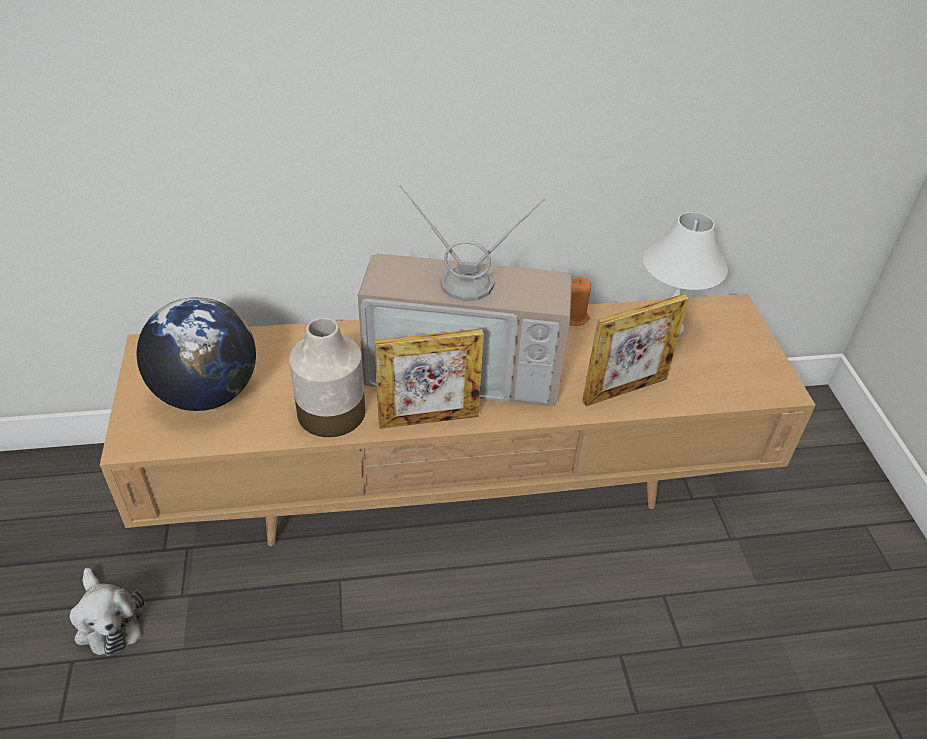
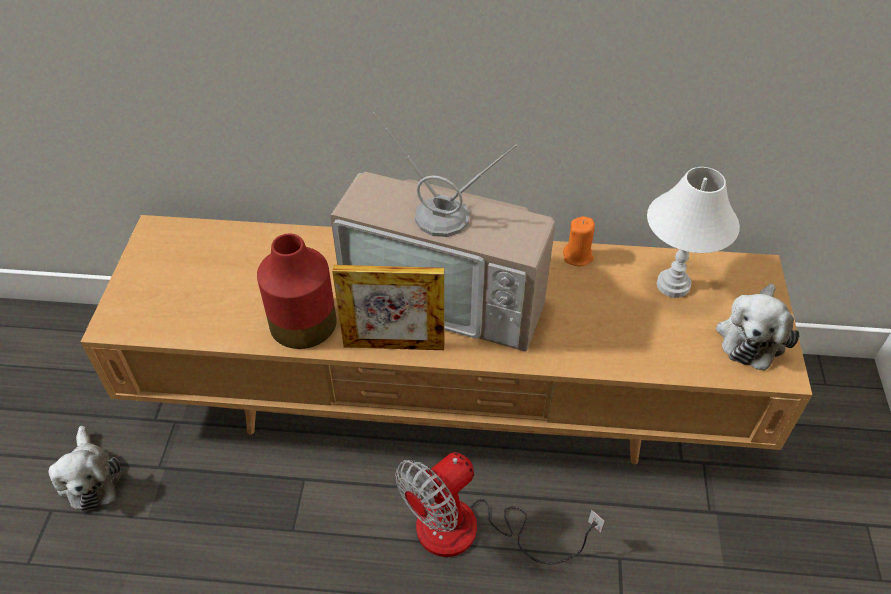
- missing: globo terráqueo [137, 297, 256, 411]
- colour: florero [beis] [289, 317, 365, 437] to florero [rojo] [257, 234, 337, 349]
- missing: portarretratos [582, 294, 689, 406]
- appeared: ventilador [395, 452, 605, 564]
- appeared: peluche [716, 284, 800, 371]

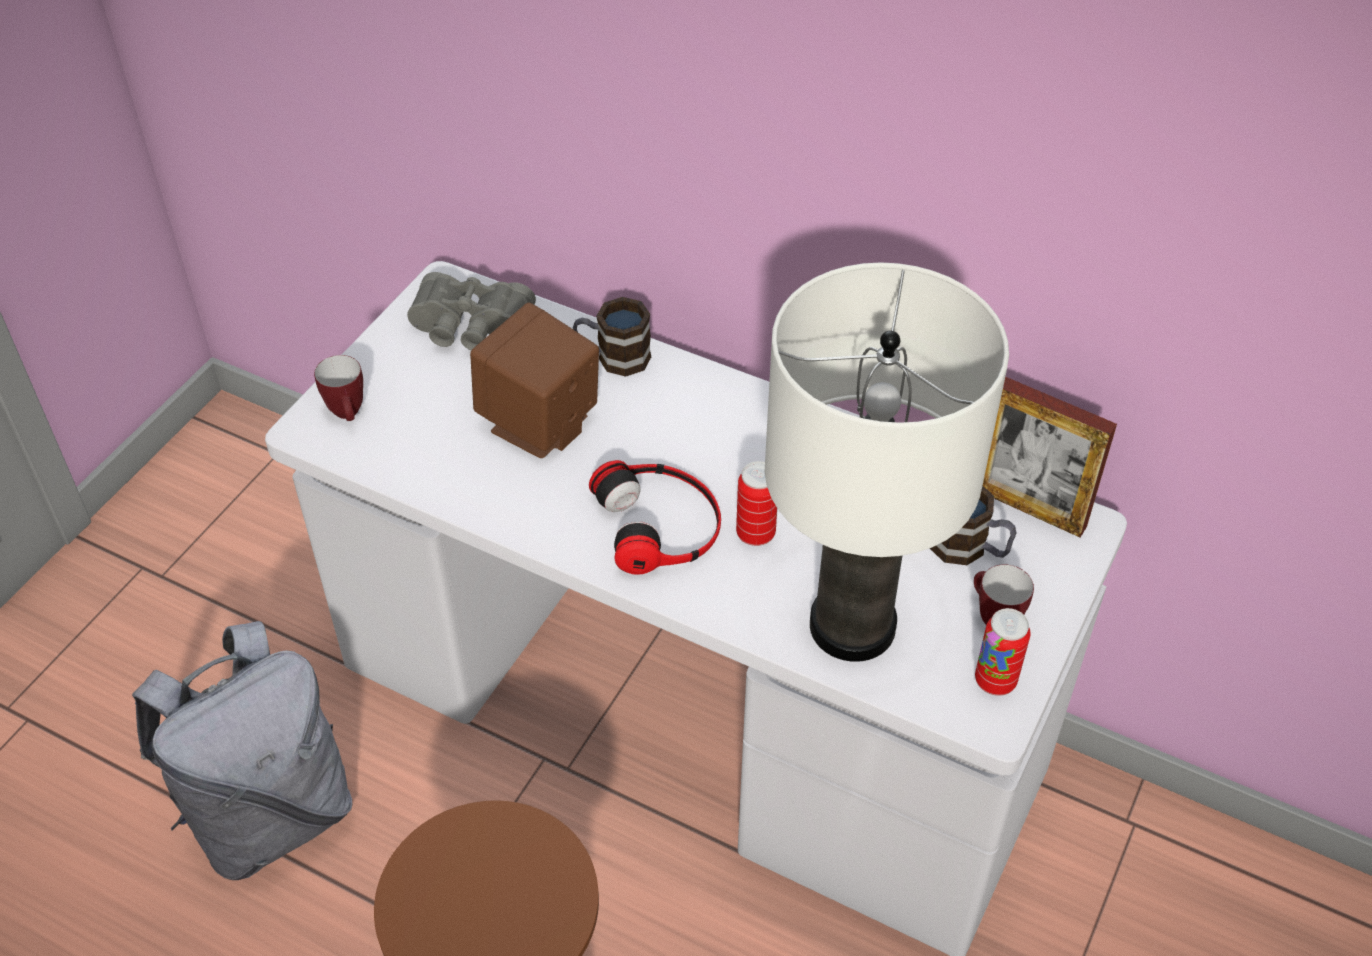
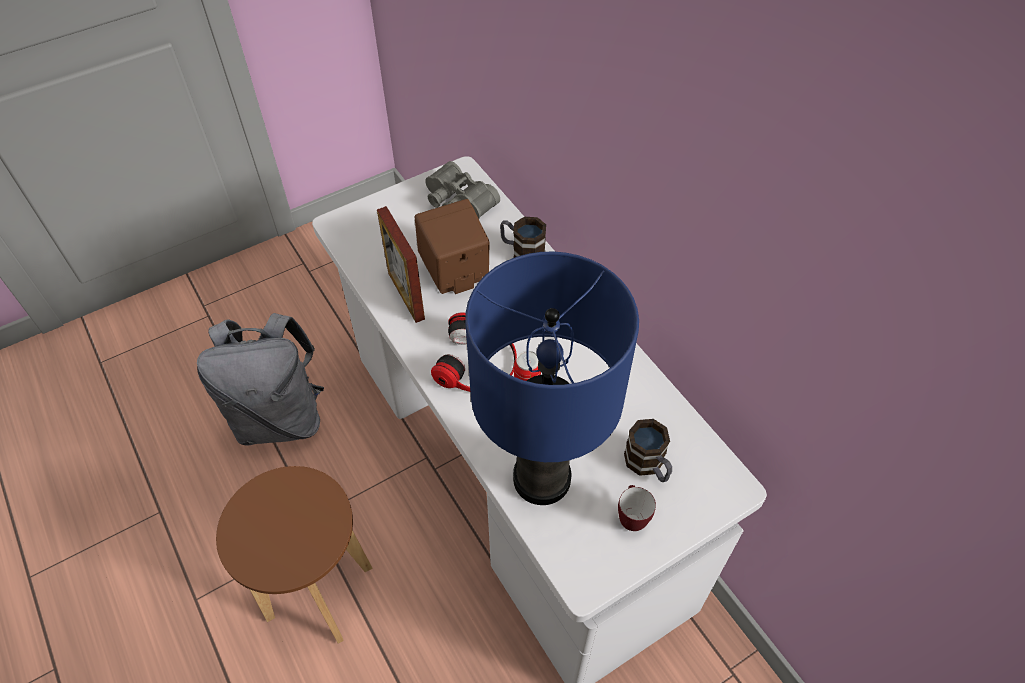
- missing: taza grande [314, 355, 363, 421]
- colour: lámpara de mesa [blanco] [764, 262, 1009, 662] to lámpara de mesa [azul] [465, 252, 639, 505]
- missing: lata [975, 608, 1030, 696]
- relocated: portarretratos [983, 377, 1117, 537] to [377, 206, 425, 323]

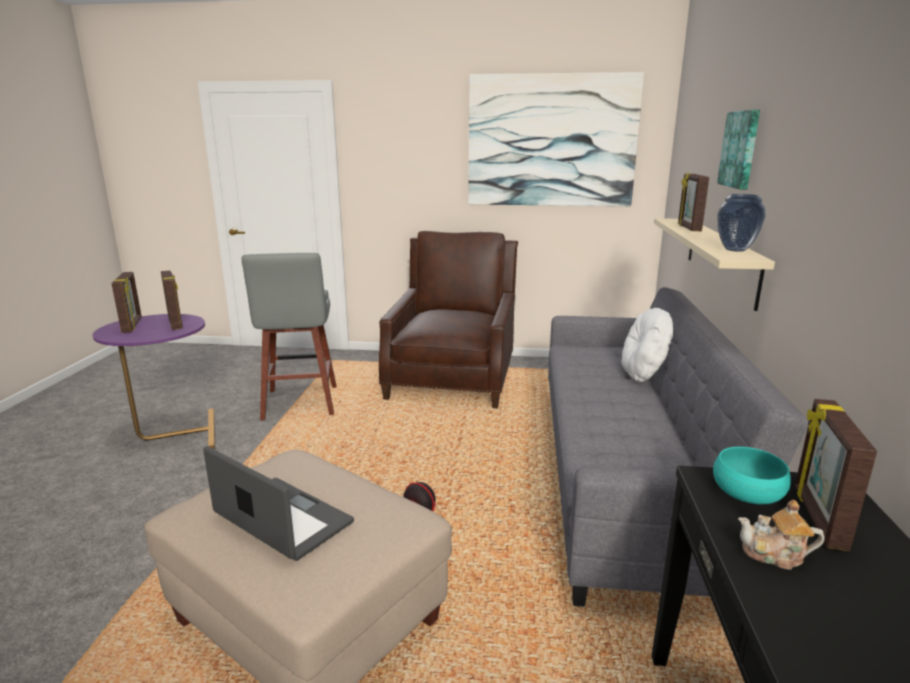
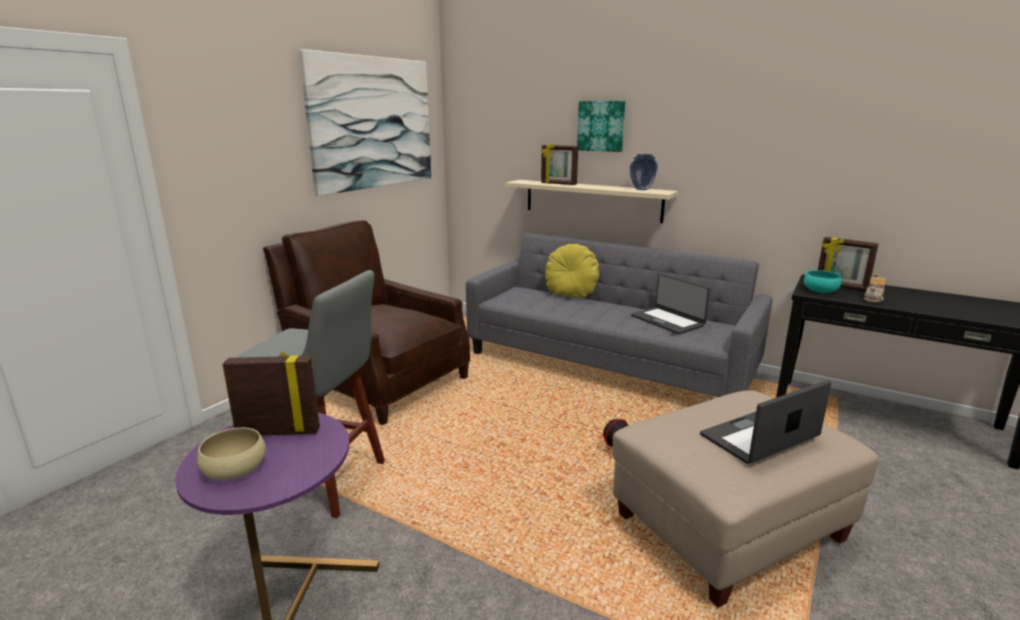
- exchanged: portarretratos [111, 272, 142, 333] to cuenco [beis] [197, 428, 266, 480]
- colour: cojín [blanco] [621, 308, 673, 382] to cojín [amarillo] [545, 244, 599, 298]
- appeared: portátil [631, 274, 710, 334]

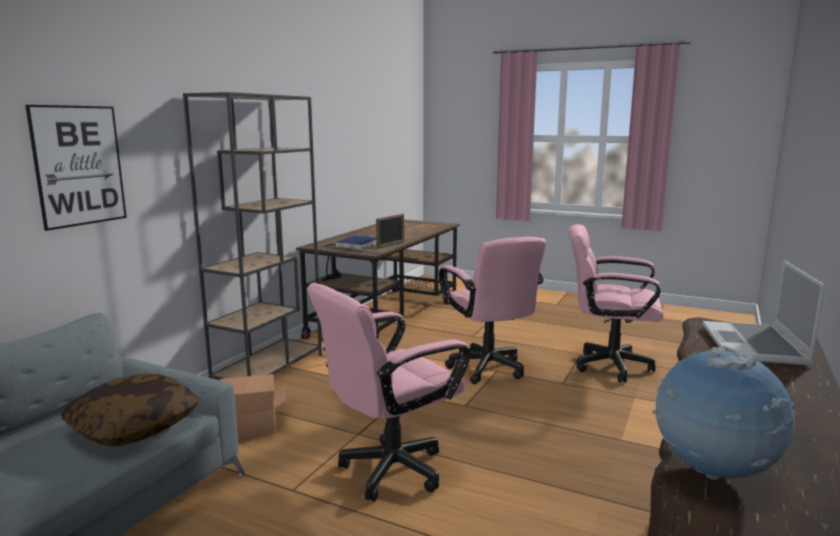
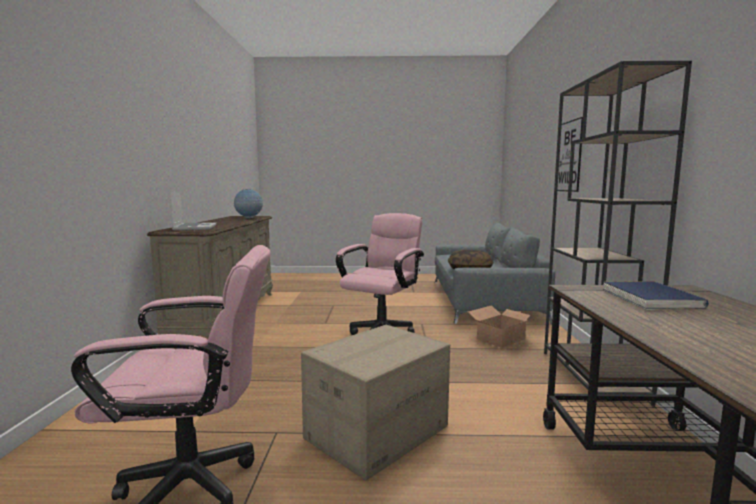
- missing: portarretratos [376, 214, 404, 249]
- exchanged: silla de oficina [rosa] [439, 237, 546, 384] to caja de cartón [301, 325, 450, 481]

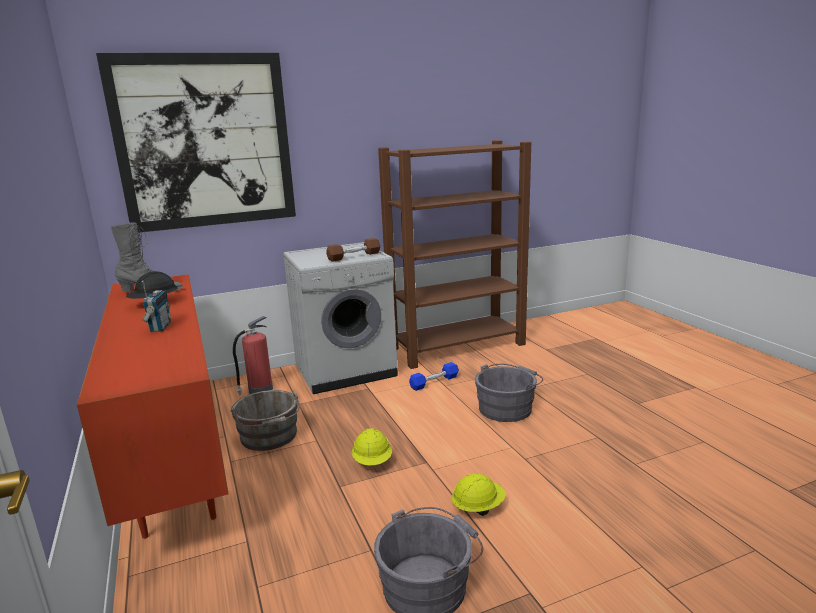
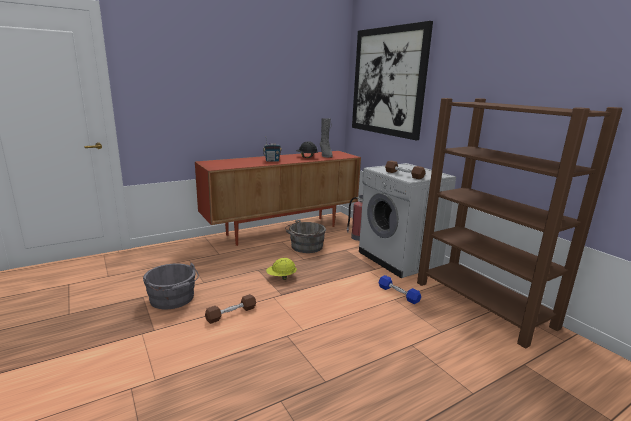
- exchanged: casco [amarillo] [451, 473, 506, 516] to mancuerna [marrón] [205, 294, 256, 324]
- missing: cubo [gris] [475, 364, 543, 422]

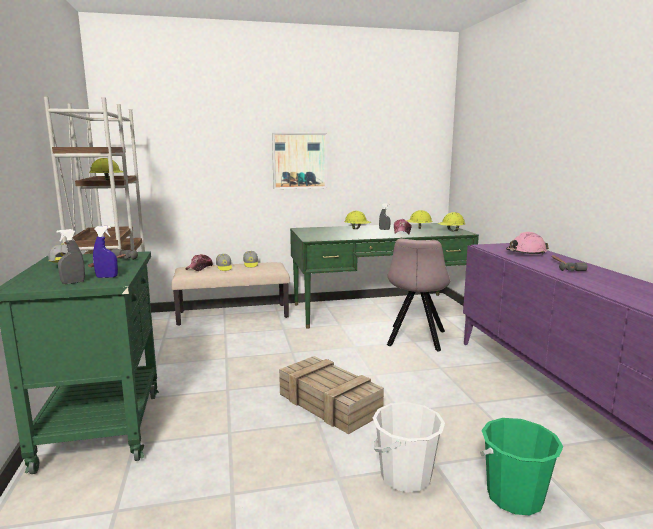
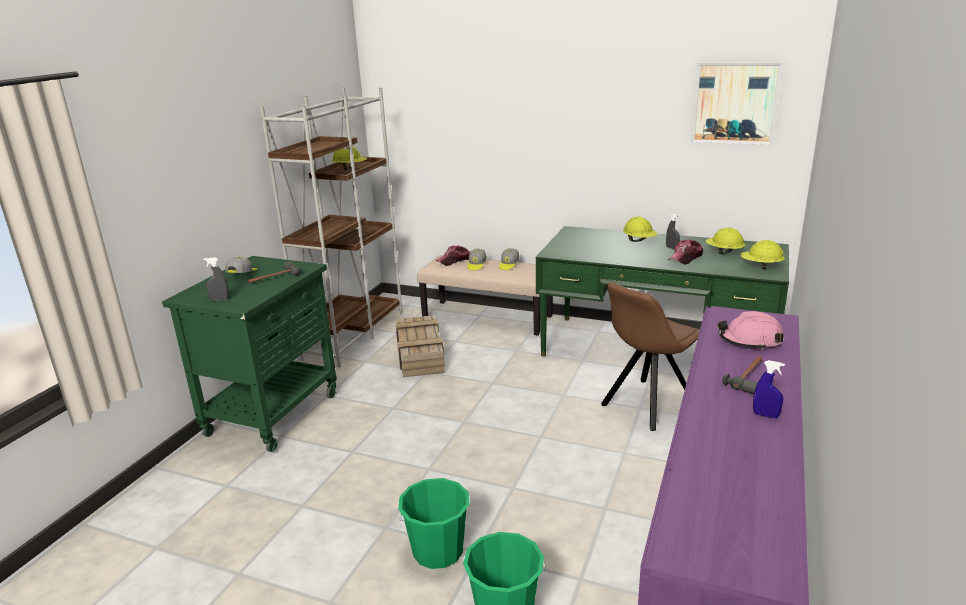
- relocated: pulverizador [azul] [93, 226, 118, 278] to [753, 360, 785, 418]
- relocated: cuadro [272, 133, 327, 189] to [691, 62, 783, 145]
- relocated: caja de embalaje [279, 356, 384, 434] to [396, 315, 445, 377]
- colour: cubo [blanco] [373, 402, 445, 493] to cubo [verde] [398, 478, 470, 569]
- colour: silla [rosa] [387, 239, 450, 352] to silla [marrón] [601, 282, 700, 431]

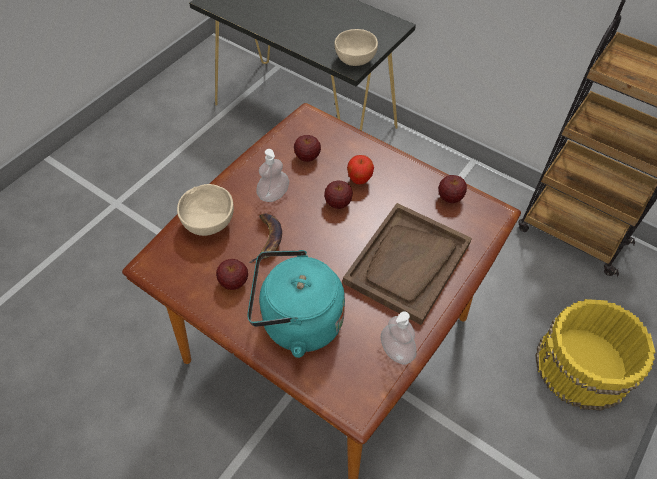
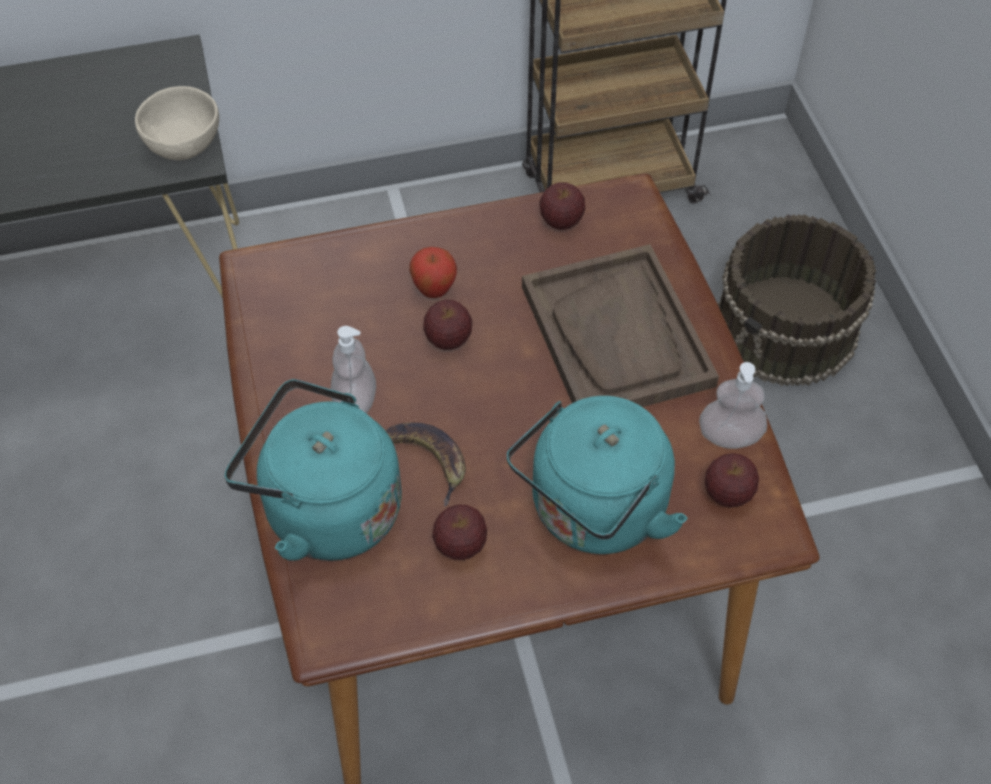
- exchanged: cuenco [beis] [177, 184, 234, 236] to hervidor [turquesa] [224, 379, 402, 561]
- relocated: manzana [294, 135, 321, 162] to [705, 453, 759, 507]
- colour: cubo [amarillo] [535, 299, 655, 410] to cubo [marrón] [717, 214, 876, 386]

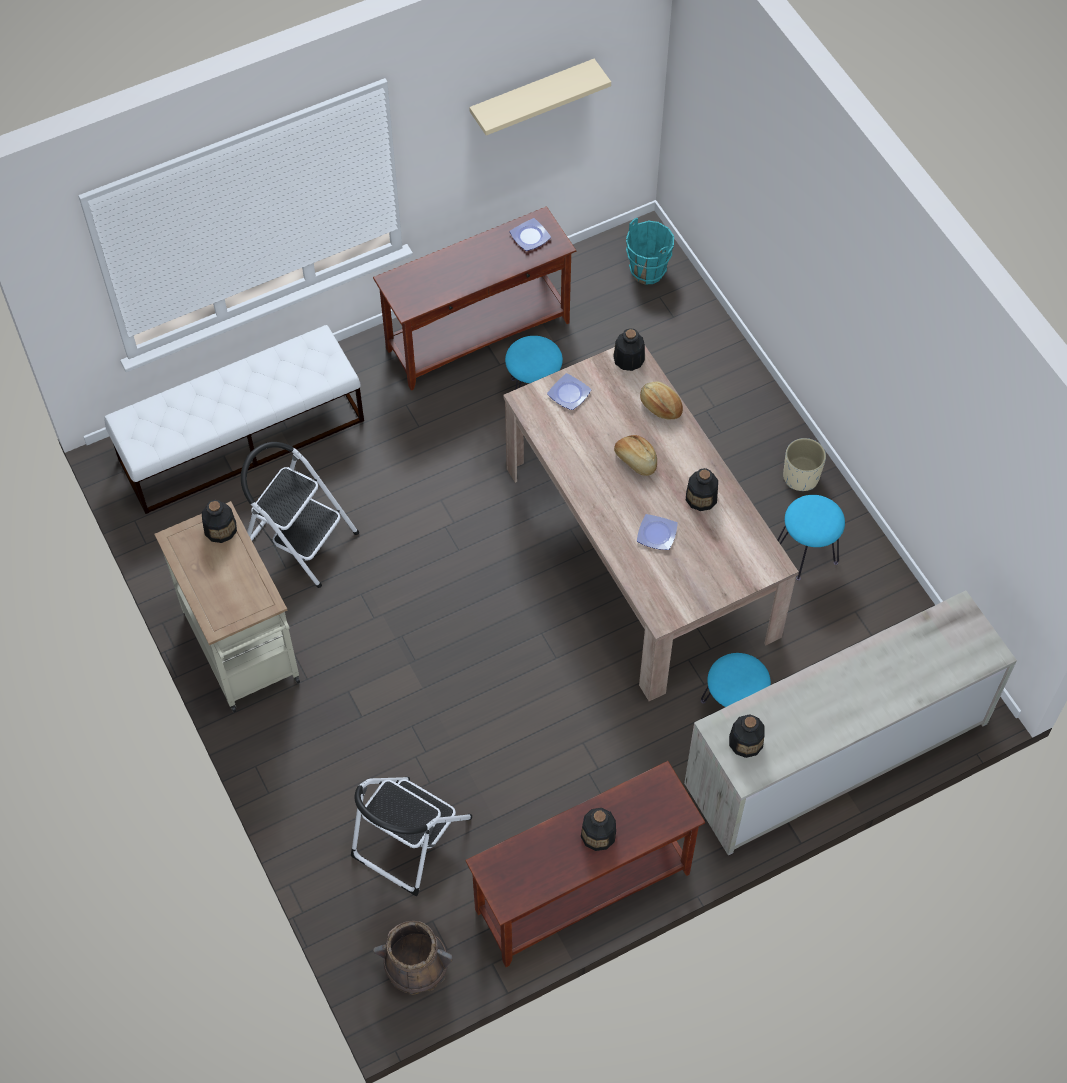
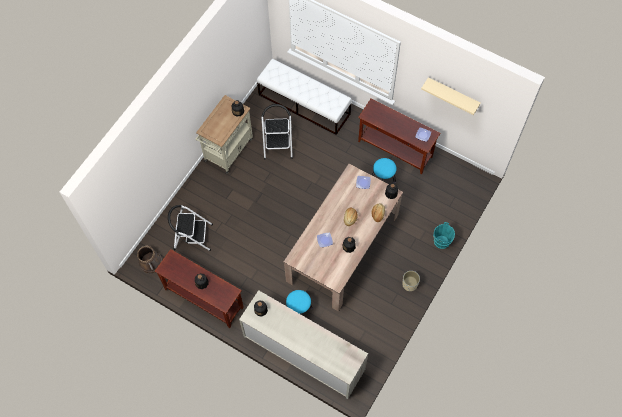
- relocated: cubo [turquesa] [626, 218, 674, 284] to [433, 222, 455, 249]
- missing: taburete [turquesa] [778, 495, 845, 580]

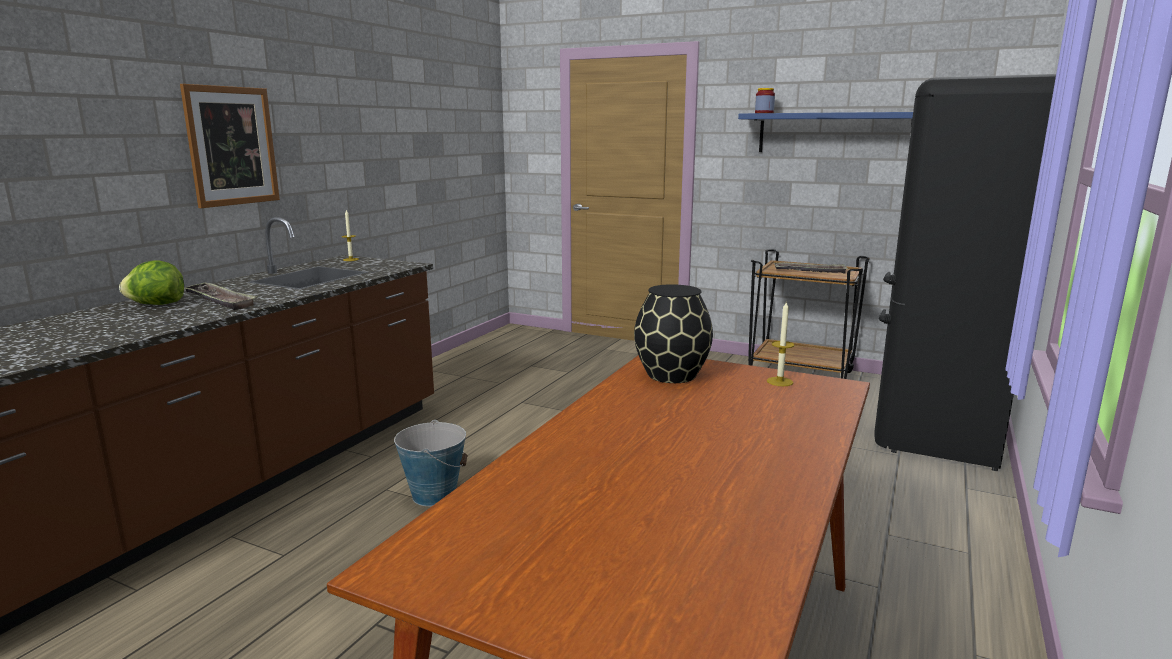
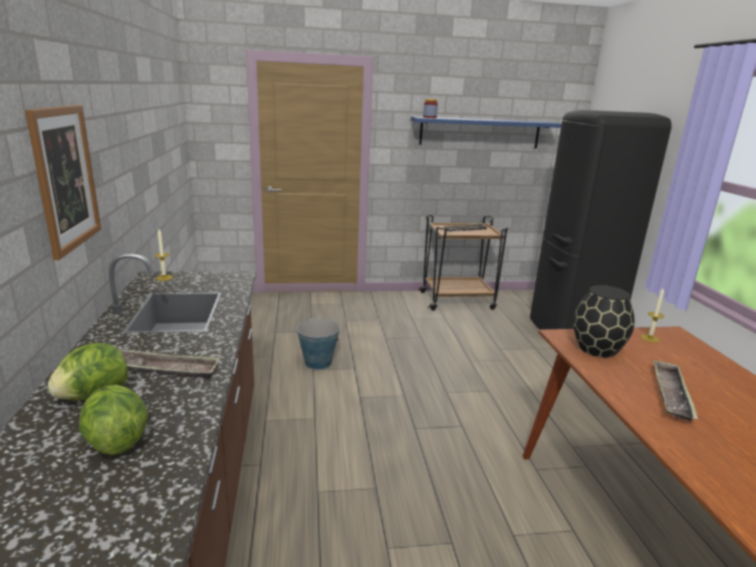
- relocated: cubo [394, 420, 468, 506] to [297, 318, 340, 370]
- appeared: lechuga [79, 385, 148, 455]
- appeared: bandeja [653, 359, 698, 421]

